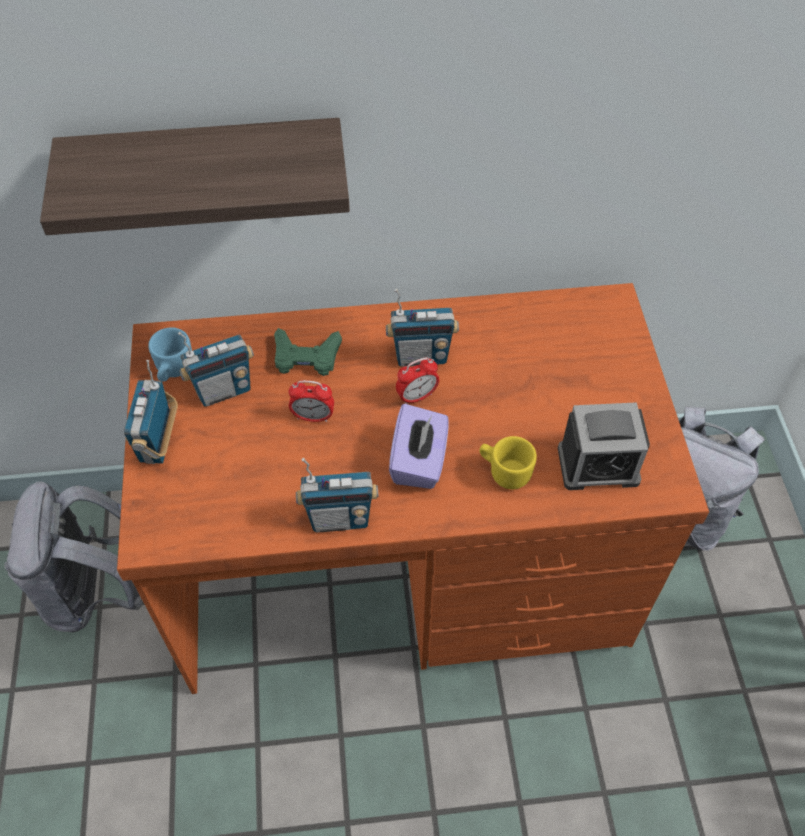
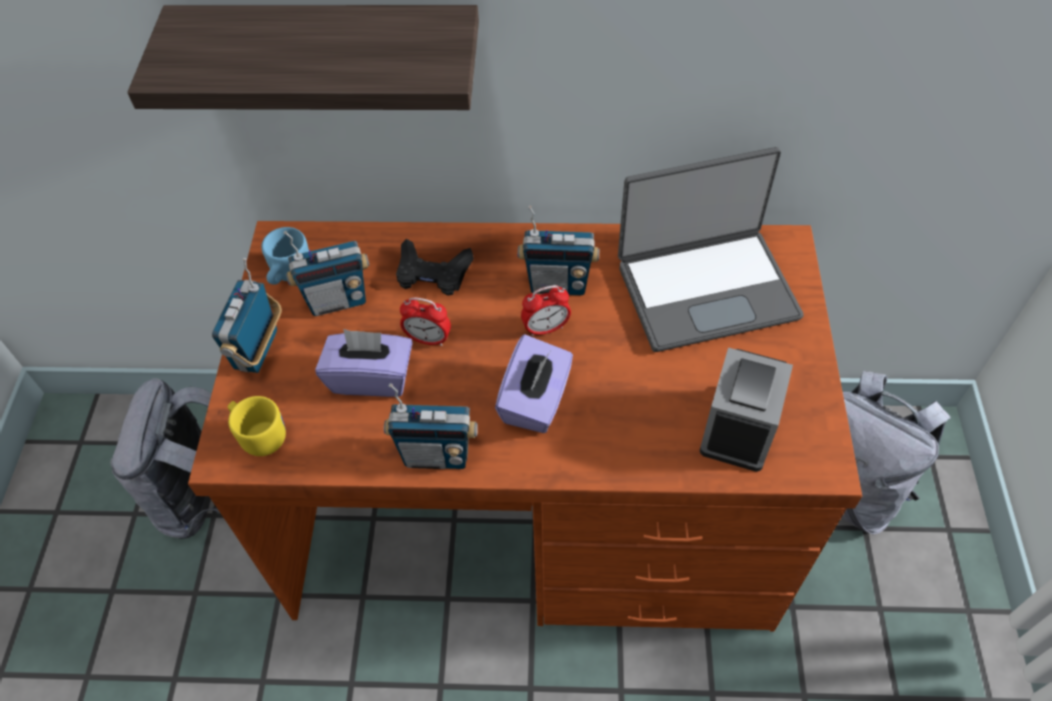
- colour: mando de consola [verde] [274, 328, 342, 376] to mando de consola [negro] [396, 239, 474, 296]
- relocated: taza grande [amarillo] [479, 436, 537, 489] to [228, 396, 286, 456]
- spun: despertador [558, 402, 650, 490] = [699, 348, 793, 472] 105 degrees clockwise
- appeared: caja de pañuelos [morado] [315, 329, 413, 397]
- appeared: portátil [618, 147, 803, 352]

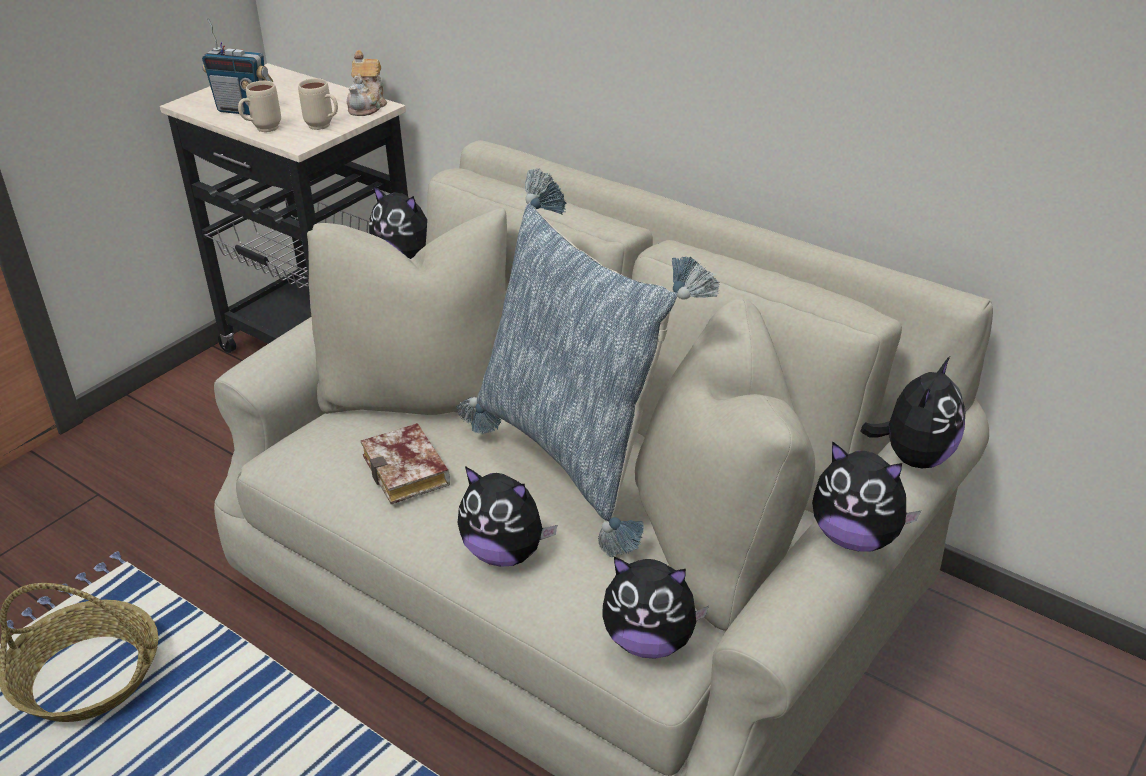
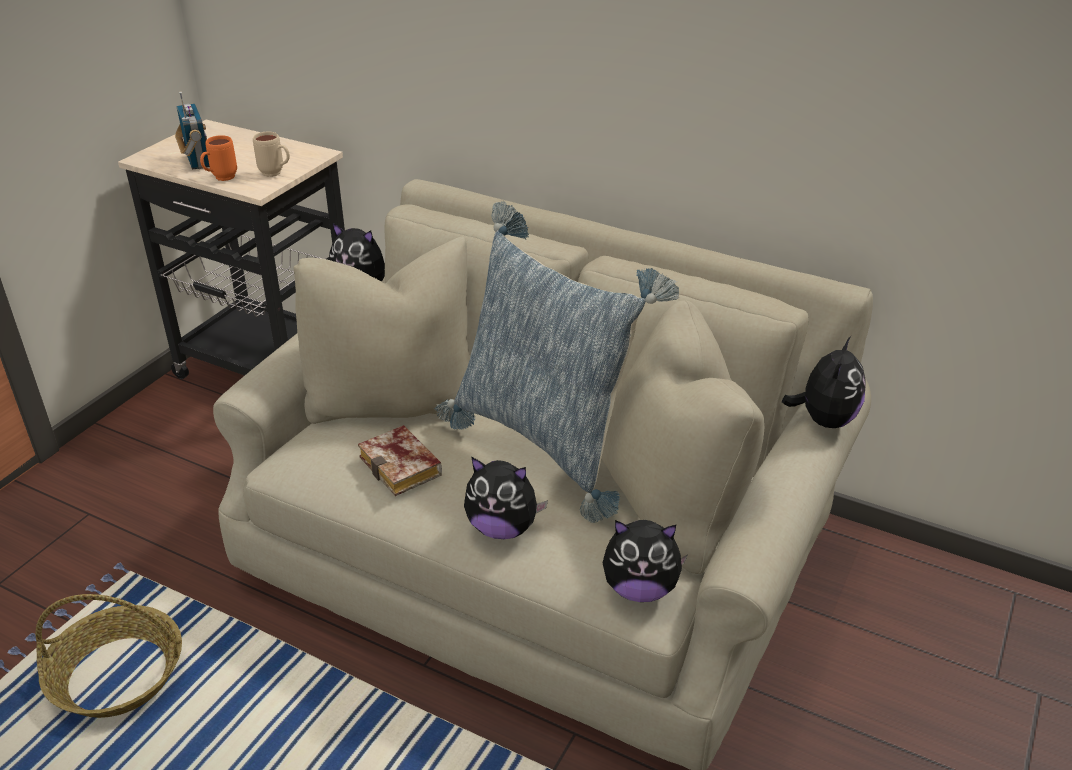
- spun: radio [202, 18, 273, 115] = [175, 91, 210, 170] 120 degrees counterclockwise
- colour: taza grande [beis] [238, 81, 281, 132] to taza grande [naranja] [200, 135, 237, 181]
- missing: tetera [347, 50, 387, 116]
- missing: peluche [812, 441, 921, 551]

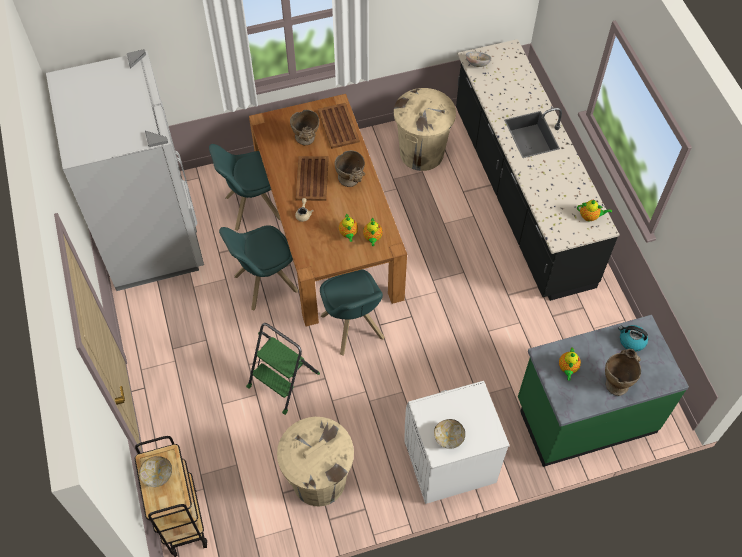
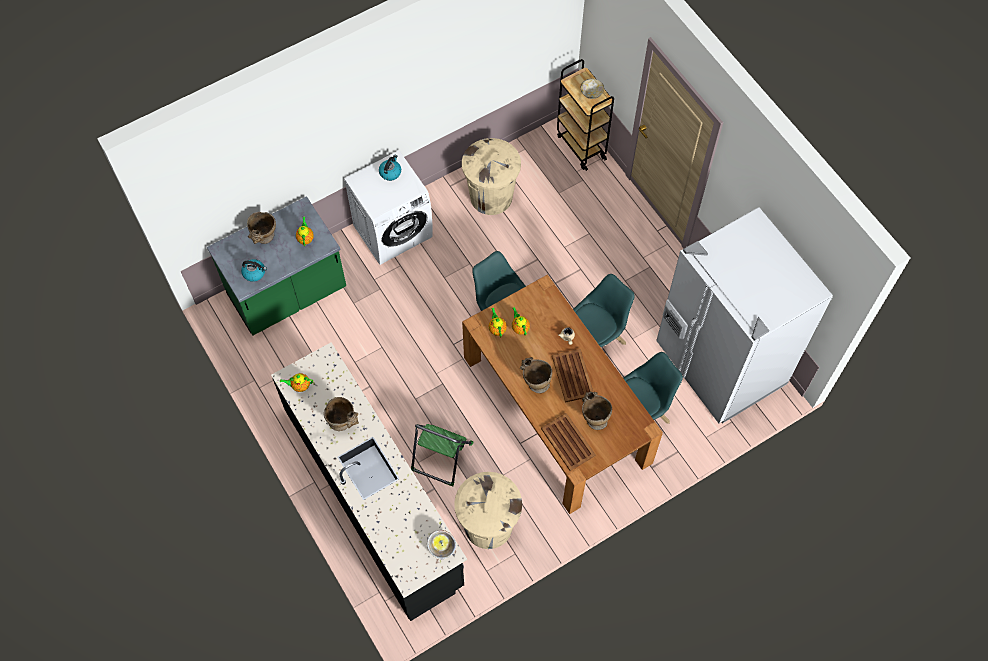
- relocated: escalera de tijera [verde] [246, 323, 320, 415] to [411, 424, 474, 487]
- exchanged: cuenco [434, 419, 465, 449] to hervidor [379, 155, 401, 181]
- appeared: florero [beis] [324, 397, 359, 431]

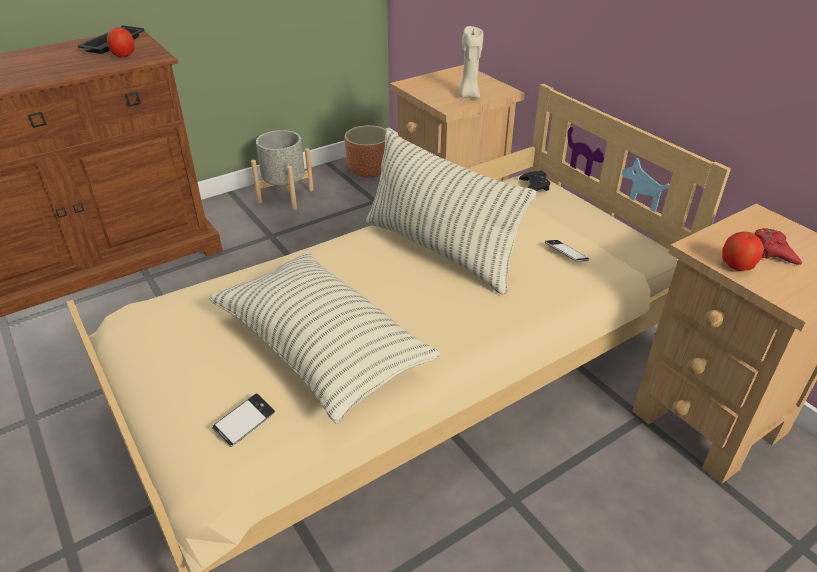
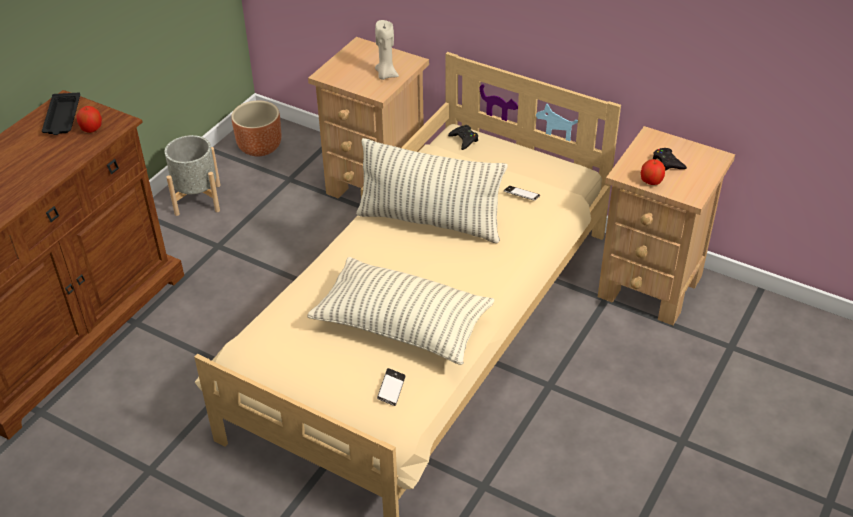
- colour: mando de consola [rojo] [755, 228, 802, 265] to mando de consola [negro] [652, 148, 687, 171]

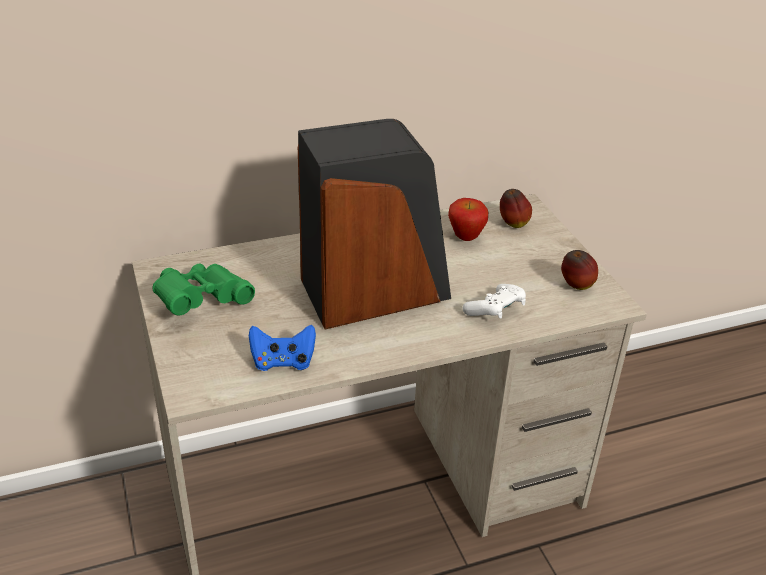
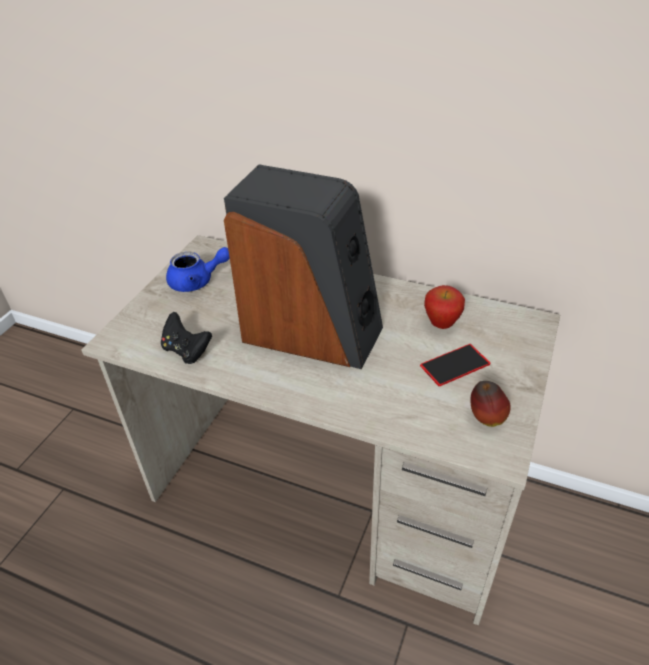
- exchanged: prismáticos [verde] [152, 264, 255, 315] to tetera [azul] [166, 247, 230, 292]
- colour: mando de consola [azul] [249, 325, 316, 371] to mando de consola [negro] [161, 312, 212, 364]
- missing: mando de consola [blanco] [463, 284, 526, 319]
- missing: manzana [500, 189, 532, 228]
- appeared: móvil [420, 344, 490, 386]

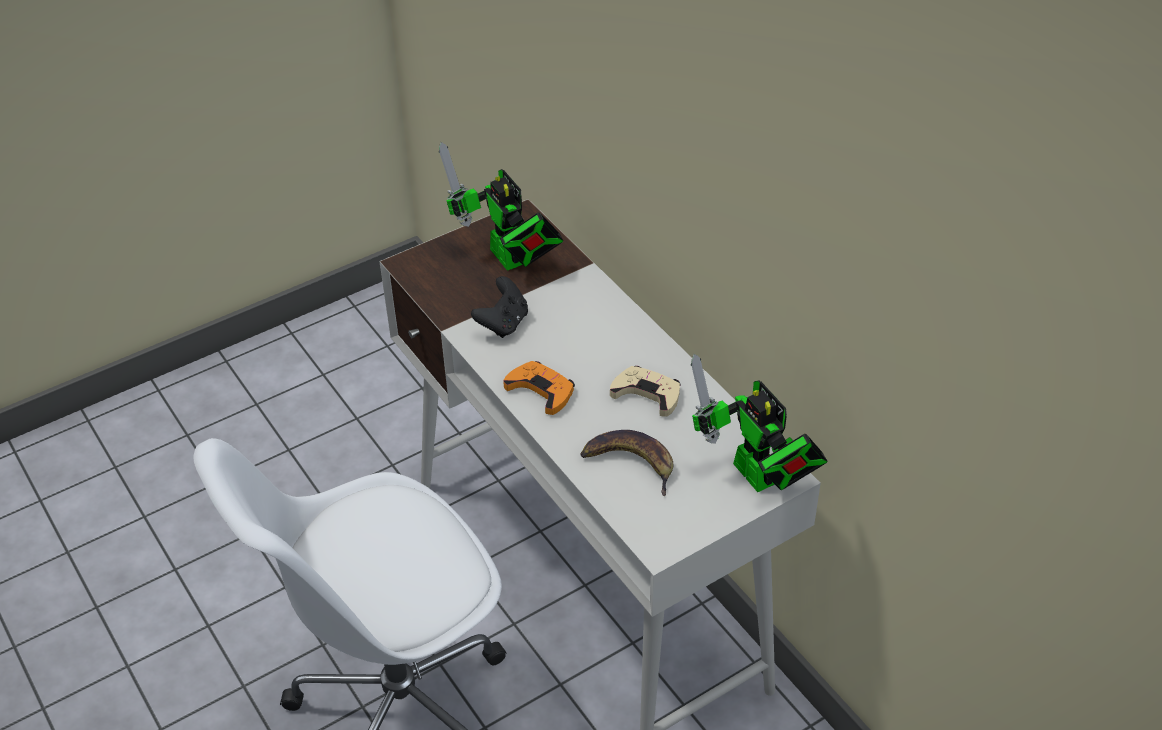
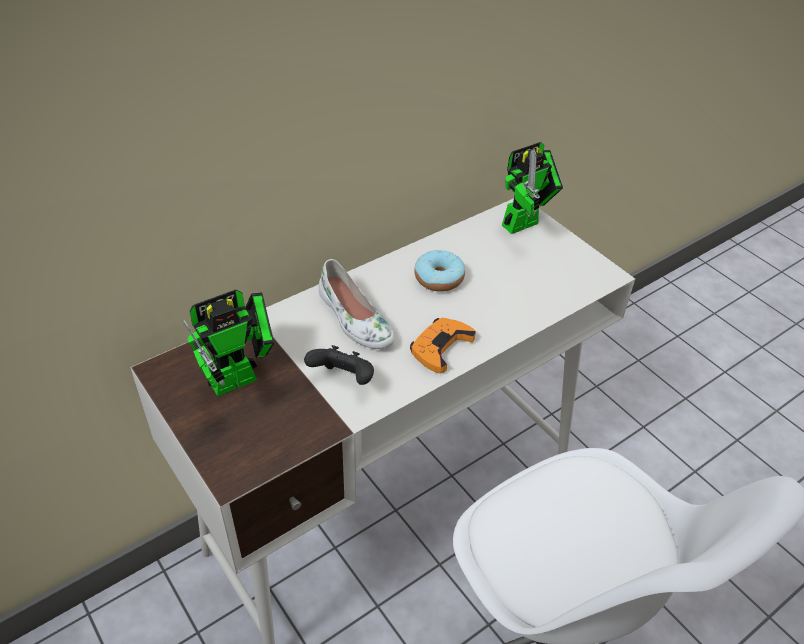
- missing: plátano [580, 430, 674, 497]
- exchanged: mando de consola [beis] [610, 366, 681, 417] to rosquilla [414, 250, 465, 292]
- appeared: zapato [blanco] [319, 259, 395, 349]

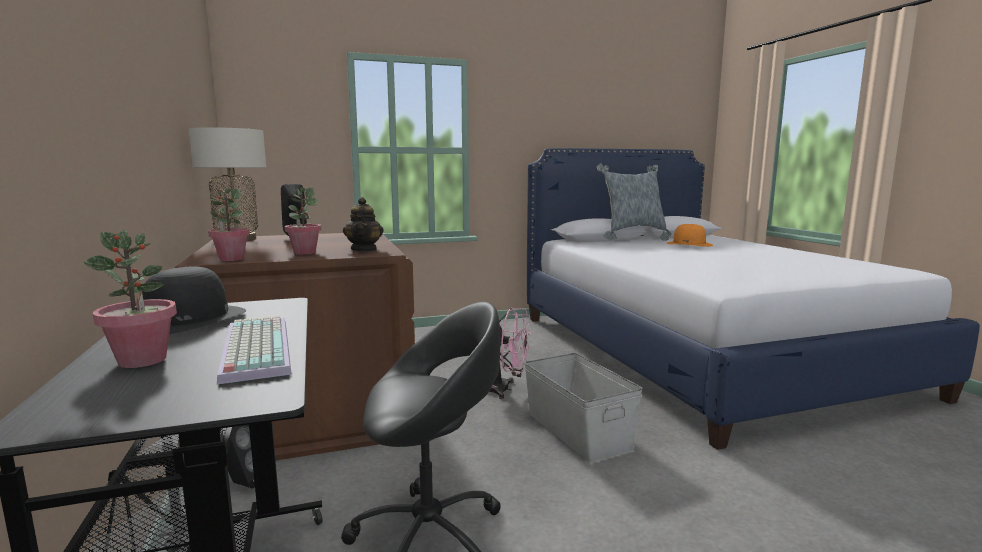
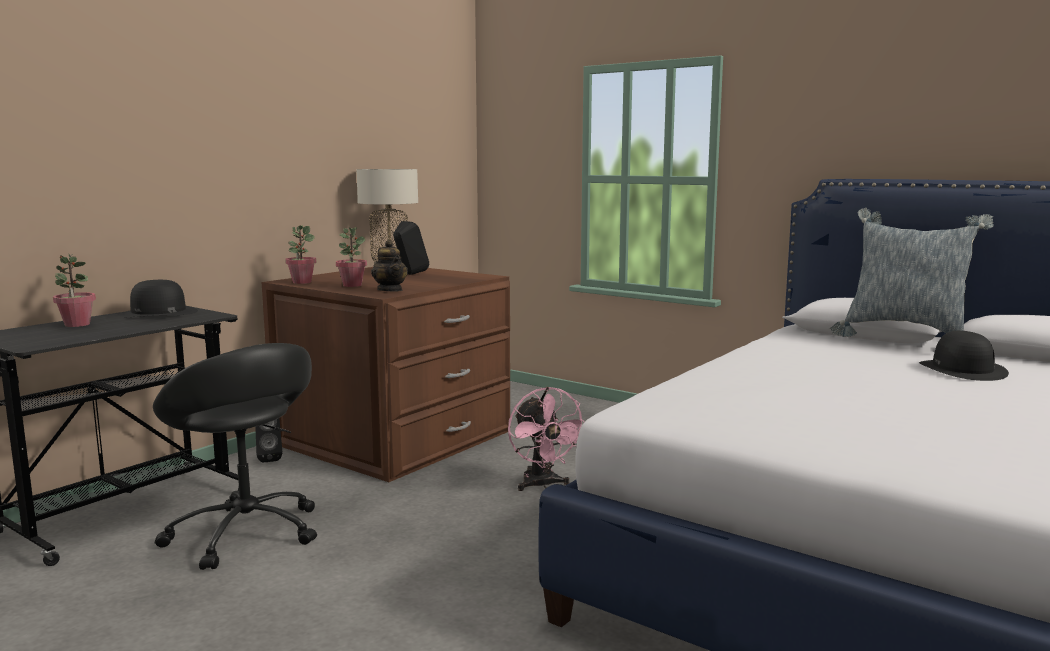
- missing: teclado [217, 316, 292, 384]
- spun: tetera [343, 197, 383, 251] = [371, 240, 408, 291] 75 degrees counterclockwise
- missing: caja de almacenaje [gris] [524, 353, 643, 462]
- colour: sombrero [naranja] [666, 224, 713, 247] to sombrero [negro] [919, 331, 1009, 381]

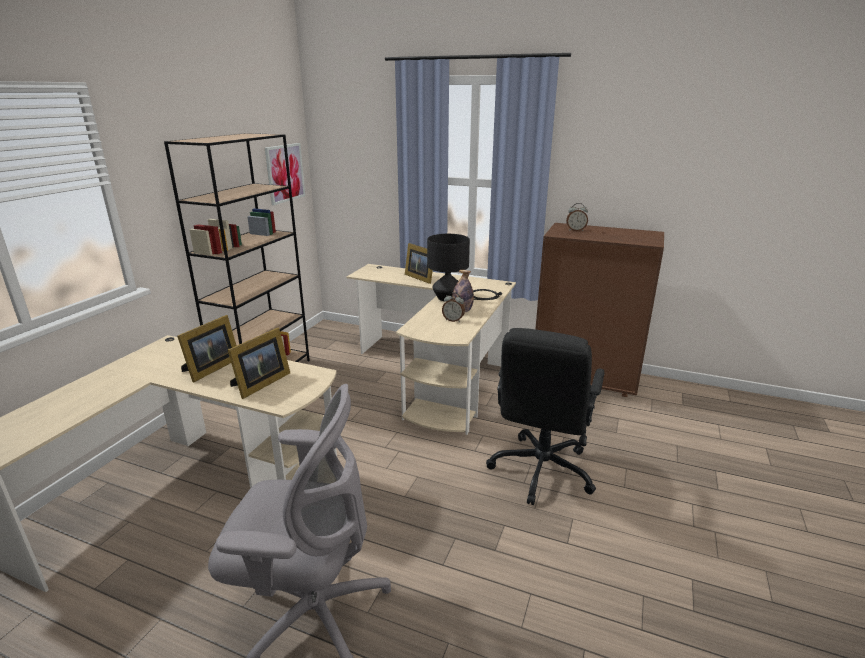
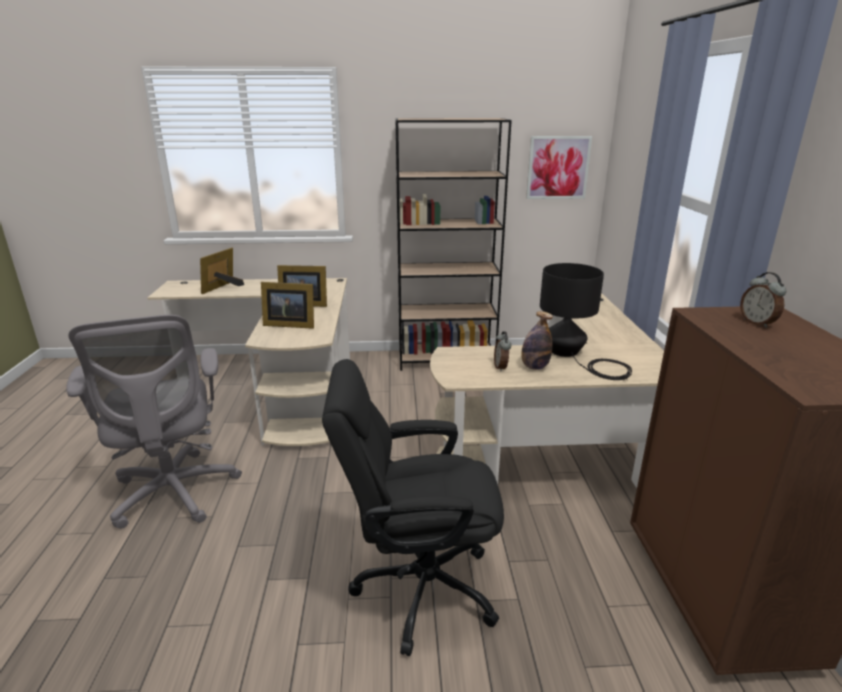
- relocated: portarretratos [405, 243, 433, 284] to [200, 248, 244, 294]

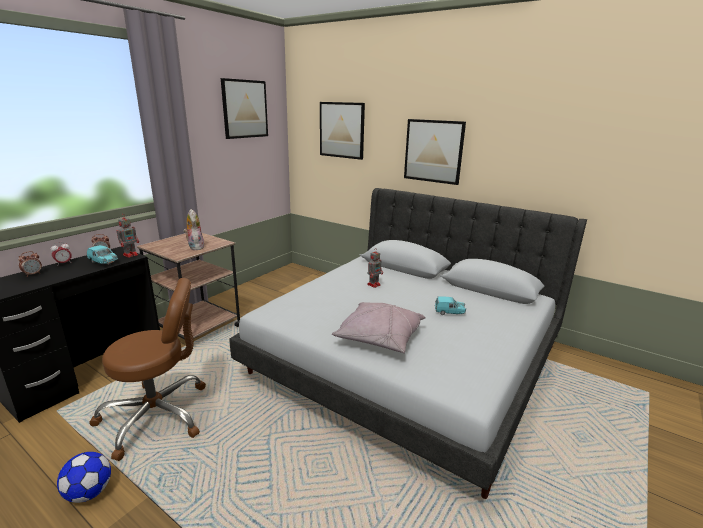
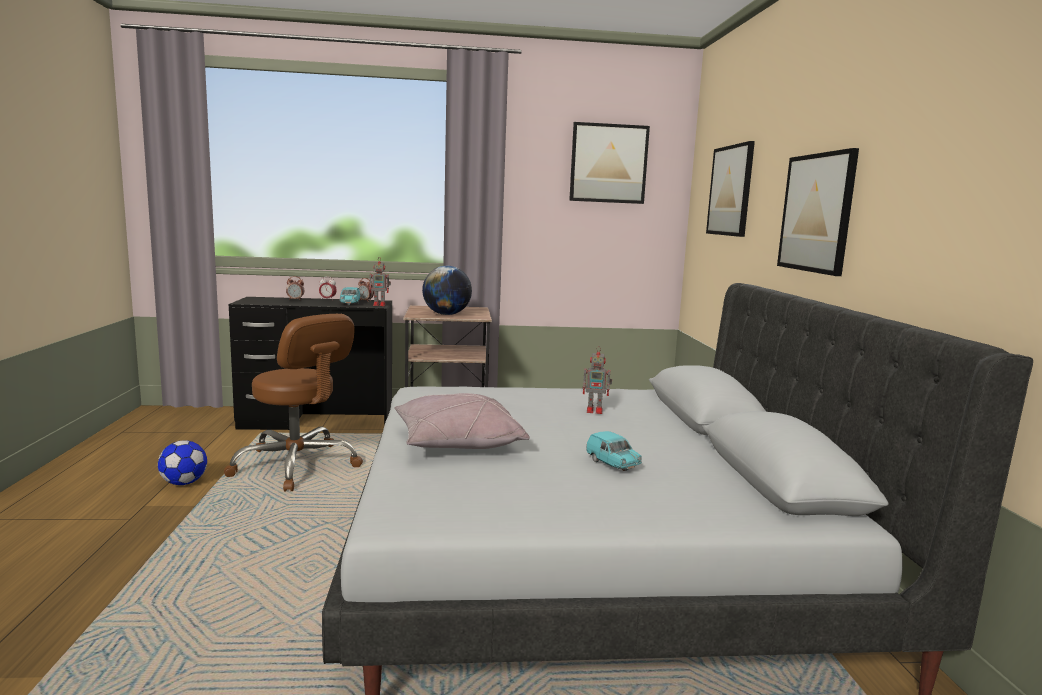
- exchanged: peluche [184, 209, 204, 250] to globo terráqueo [422, 266, 472, 315]

